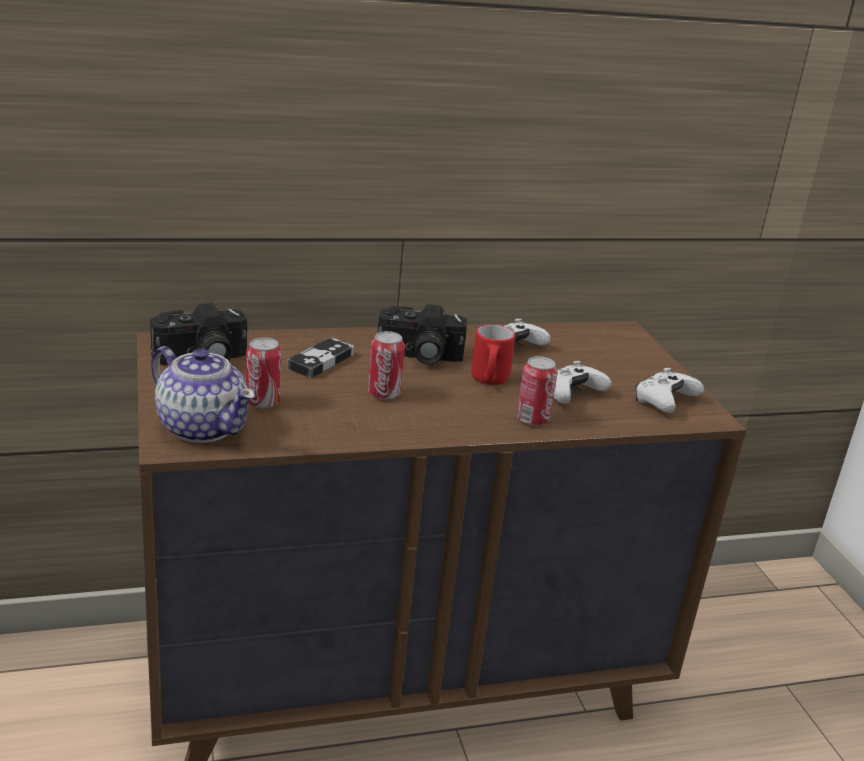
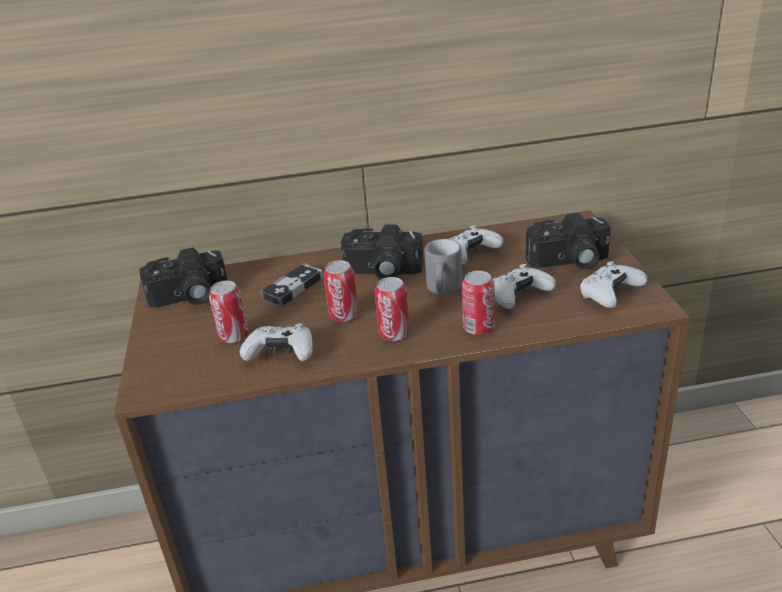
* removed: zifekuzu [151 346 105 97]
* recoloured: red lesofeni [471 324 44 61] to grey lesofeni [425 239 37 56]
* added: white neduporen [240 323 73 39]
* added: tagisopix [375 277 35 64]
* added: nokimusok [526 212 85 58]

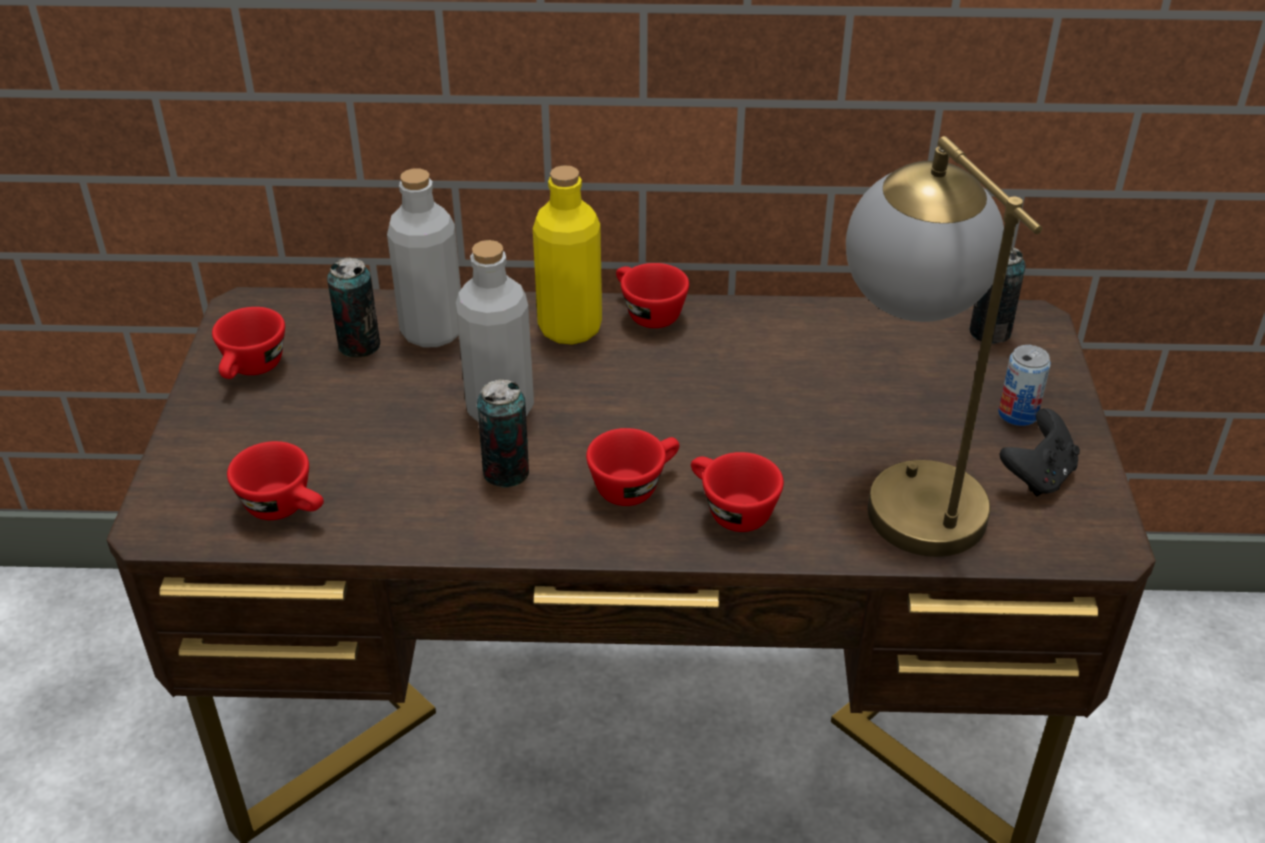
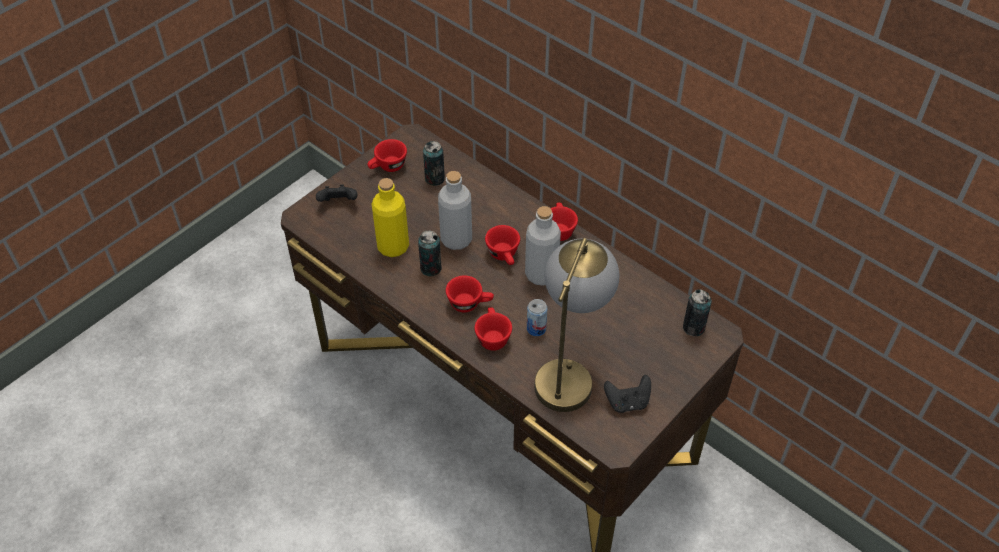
* moved: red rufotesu [227 441 97 79] to [485 225 35 40]
* moved: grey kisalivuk [387 169 74 178] to [525 206 36 80]
* moved: yellow kisalivuk [533 165 69 179] to [372 178 37 79]
* moved: tagisopix [998 345 53 81] to [527 299 20 37]
* added: black neduporen [316 184 42 18]

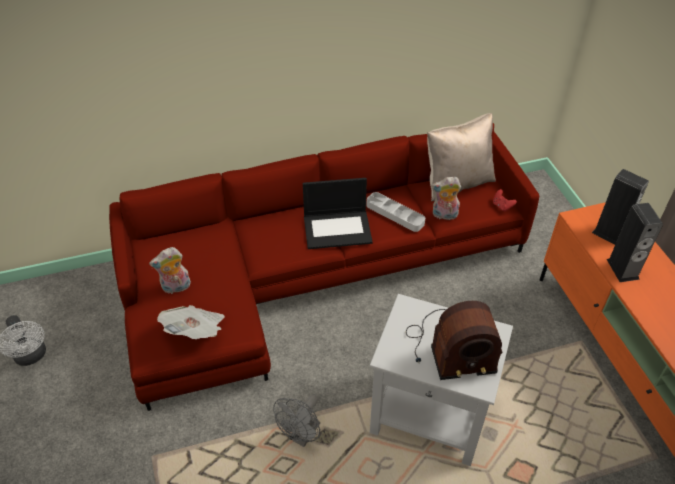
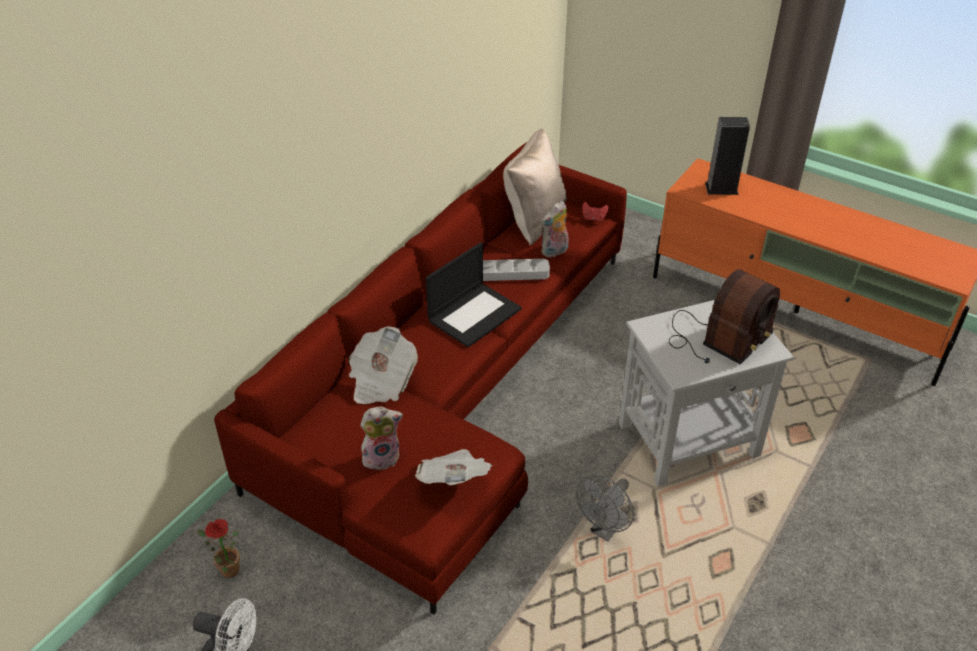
* turned: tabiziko [149 247 42 47] = [360 406 43 64] 135 degrees counterclockwise
* turned: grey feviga [273 394 47 53] = [576 475 58 66] 45 degrees clockwise
* removed: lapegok [607 203 56 79]
* added: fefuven [197 519 43 59]
* added: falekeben [349 326 69 78]

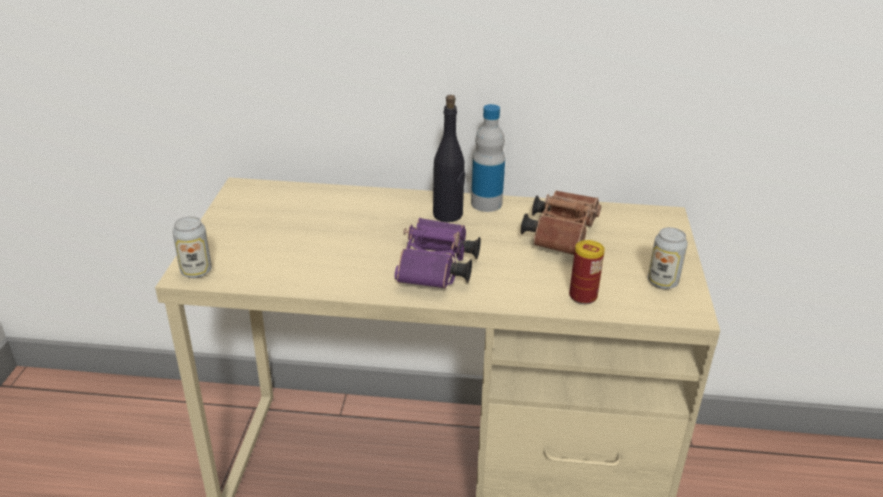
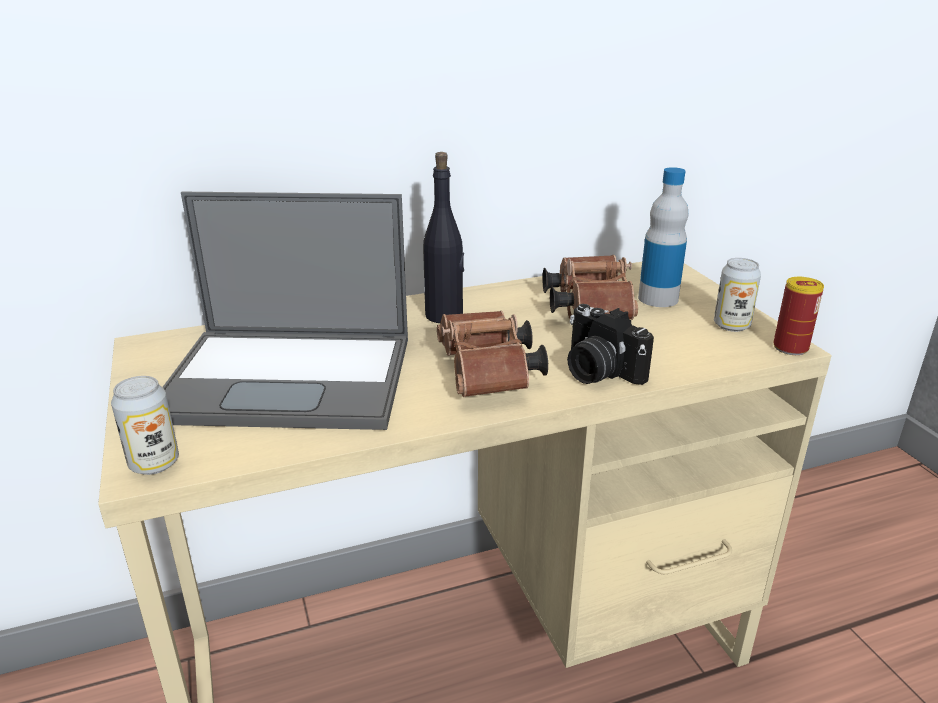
* recoloured: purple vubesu [395 218 86 71] to brown vubesu [437 311 111 86]
* moved: kisalivuk [471 104 34 108] to [638 167 51 140]
* moved: tagisopix [569 240 36 64] to [773 277 51 78]
* added: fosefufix [162 192 246 238]
* added: nokimusok [567 304 87 81]

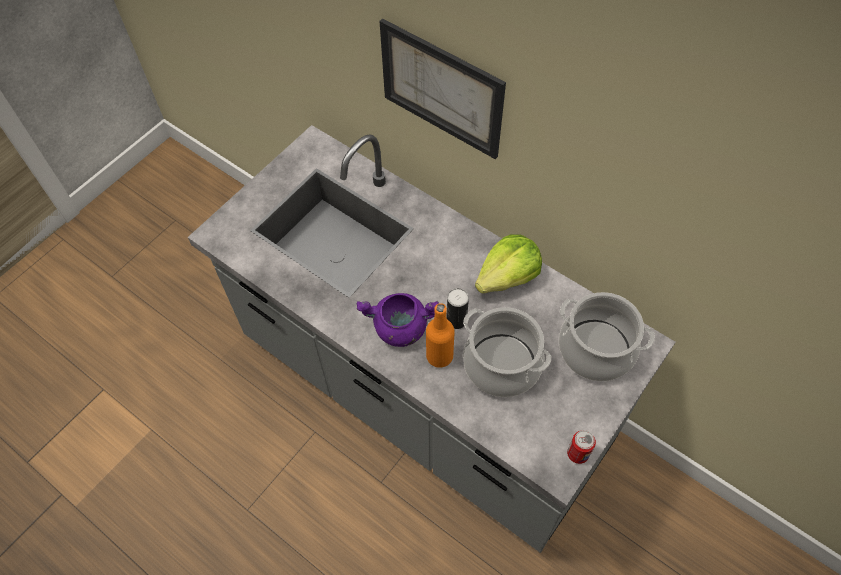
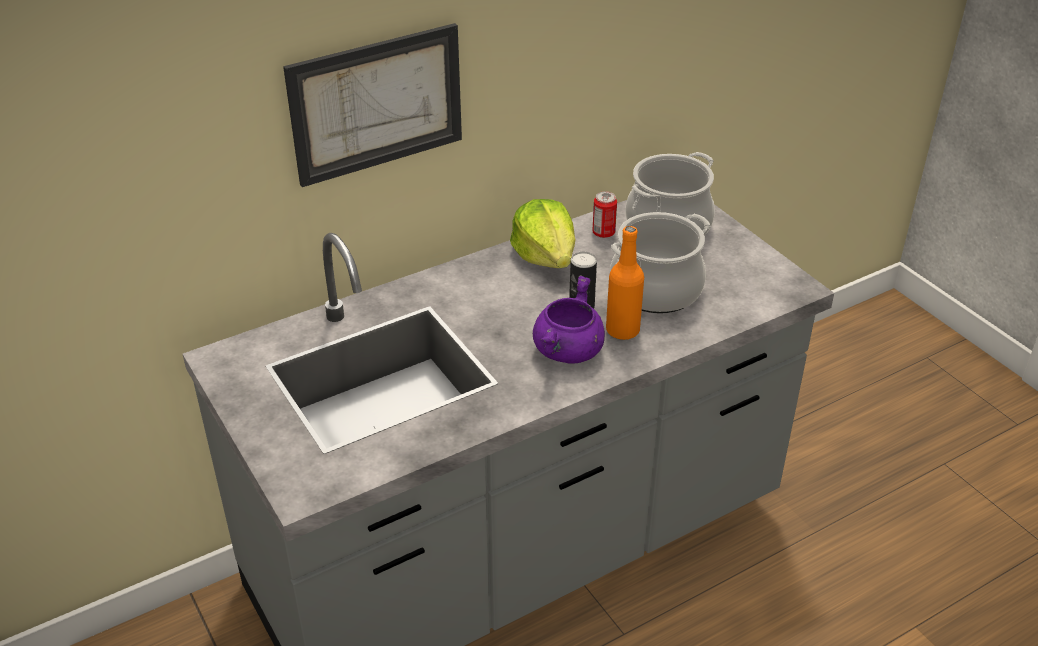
* moved: tagisopix [567 430 29 34] to [592 191 25 47]

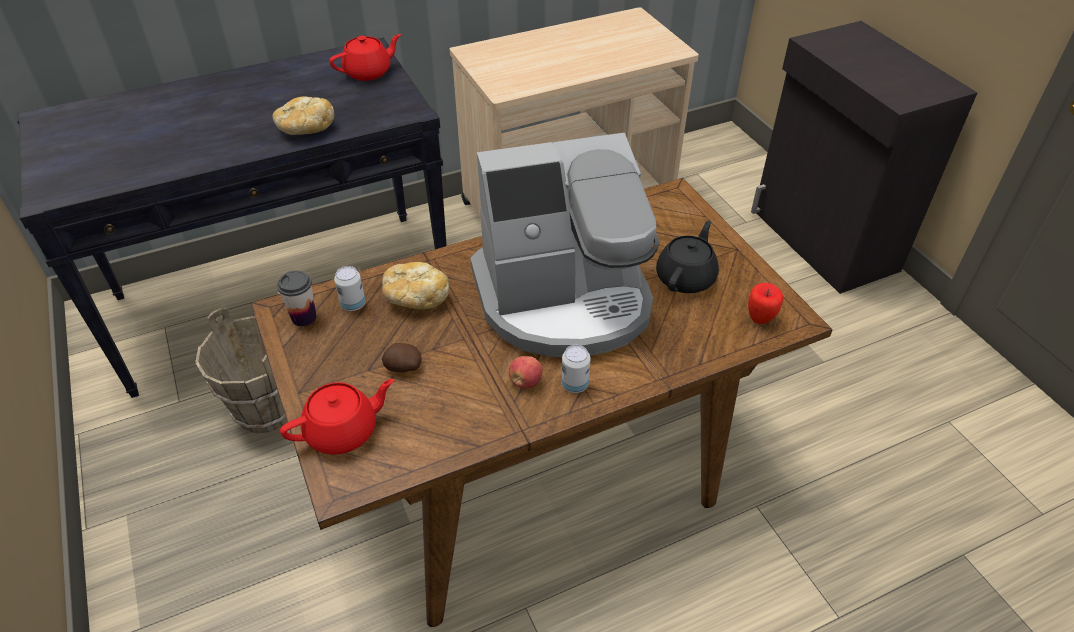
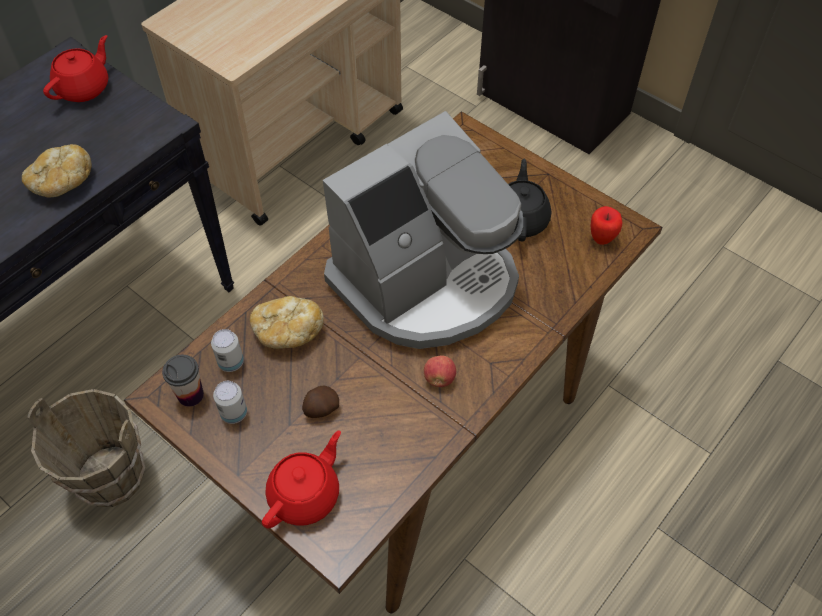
* moved: tagisopix [561 345 30 48] to [213 381 34 43]

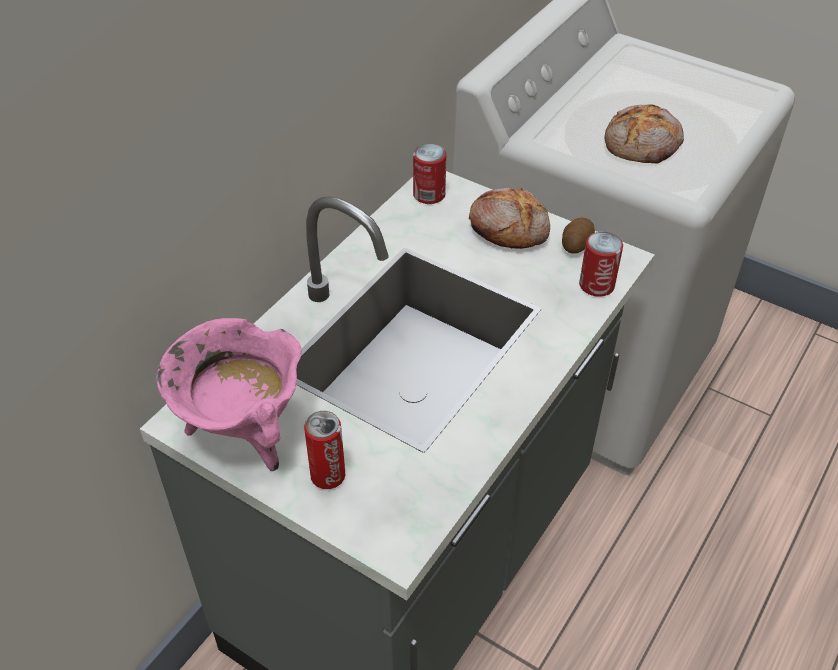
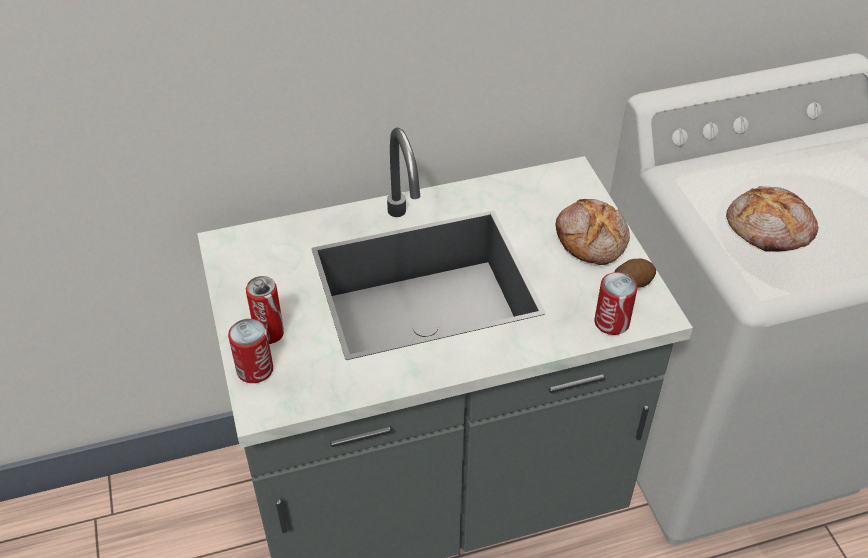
* removed: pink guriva [156 318 145 153]
* moved: tagisopix [413 144 33 60] to [228 319 45 64]

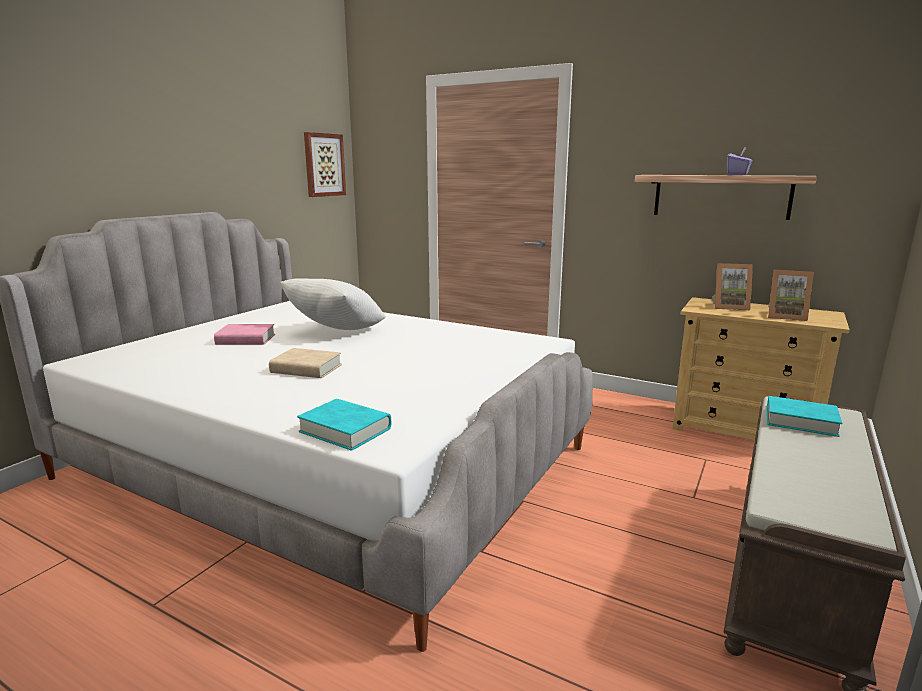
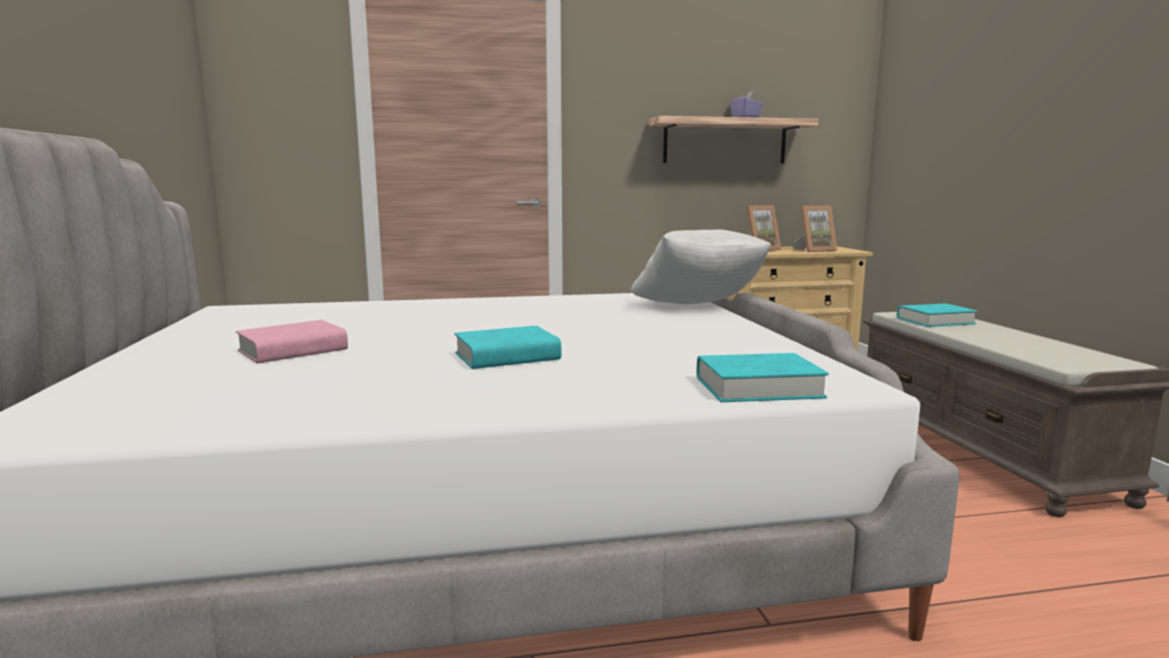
* recoloured: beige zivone [269 348 73 30] to turquoise zivone [455 326 106 43]
* moved: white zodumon [280 278 106 52] to [631 229 140 75]
* removed: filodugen [304 132 42 65]

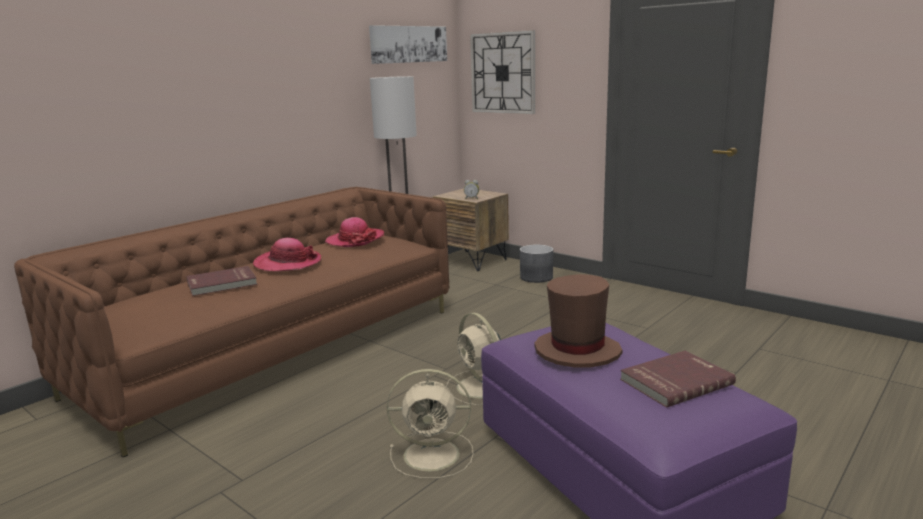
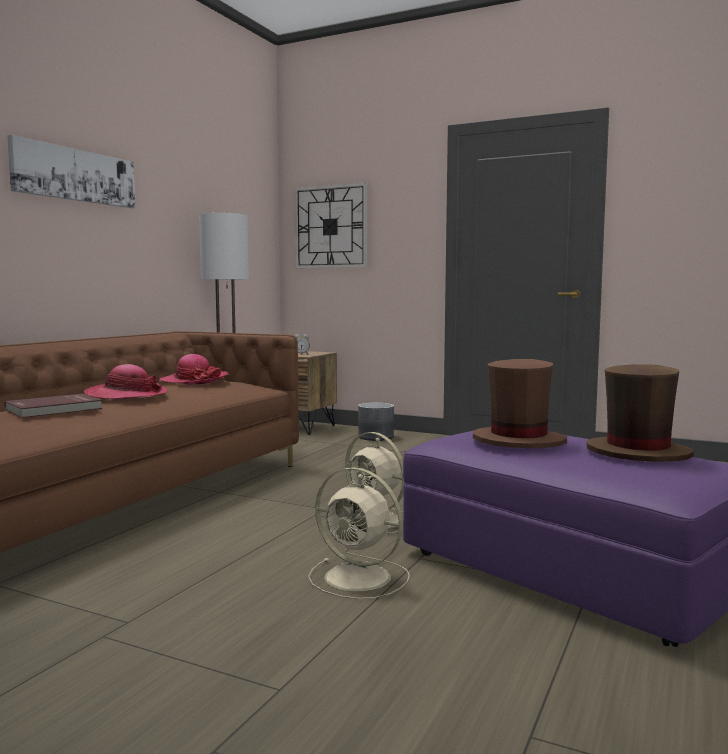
* moved: filodugen [369 25 78 39] to [7 135 128 73]
* turned: beige feviga [387 369 87 110] = [308 467 102 132] 45 degrees clockwise
* replaced: red zivone [620 351 116 57] to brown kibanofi [586 364 108 98]

